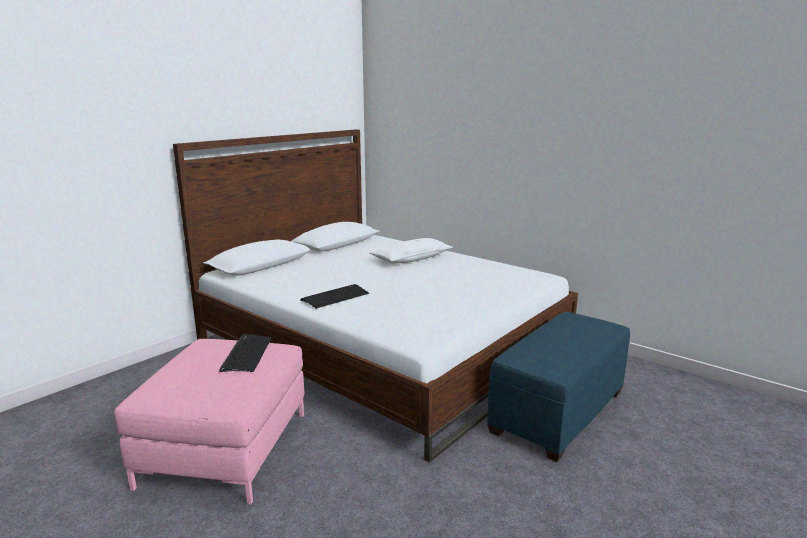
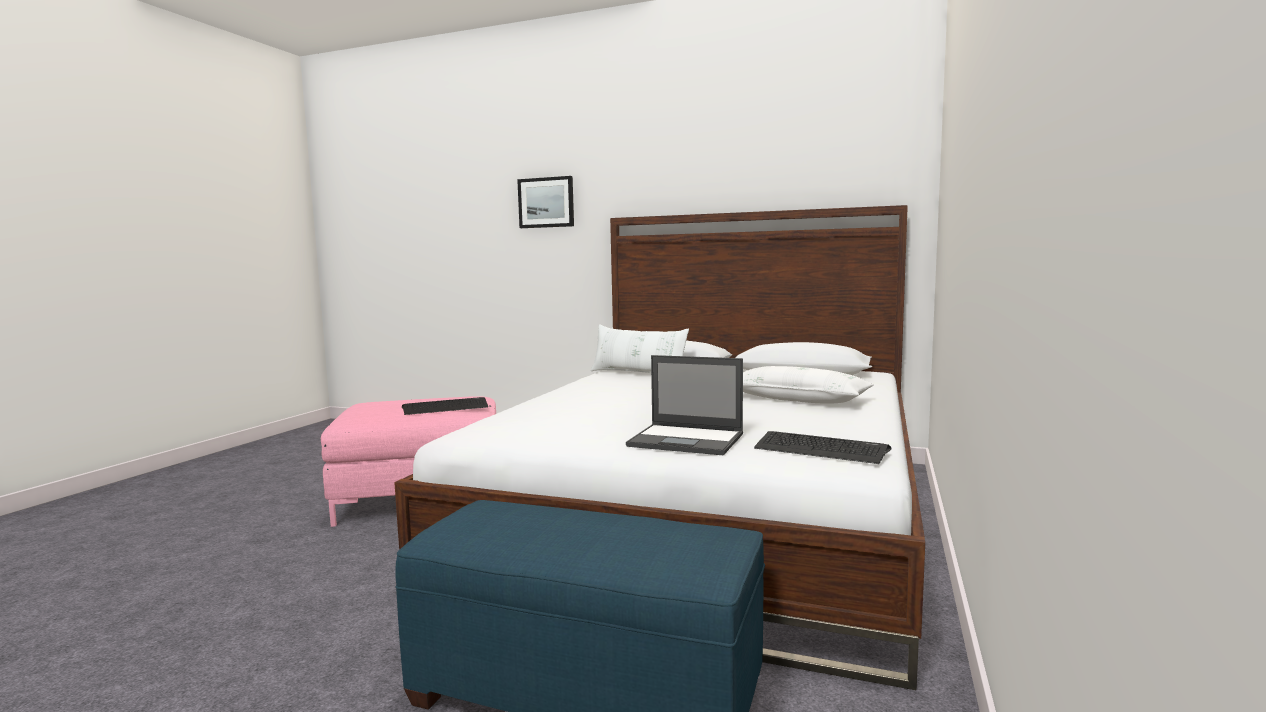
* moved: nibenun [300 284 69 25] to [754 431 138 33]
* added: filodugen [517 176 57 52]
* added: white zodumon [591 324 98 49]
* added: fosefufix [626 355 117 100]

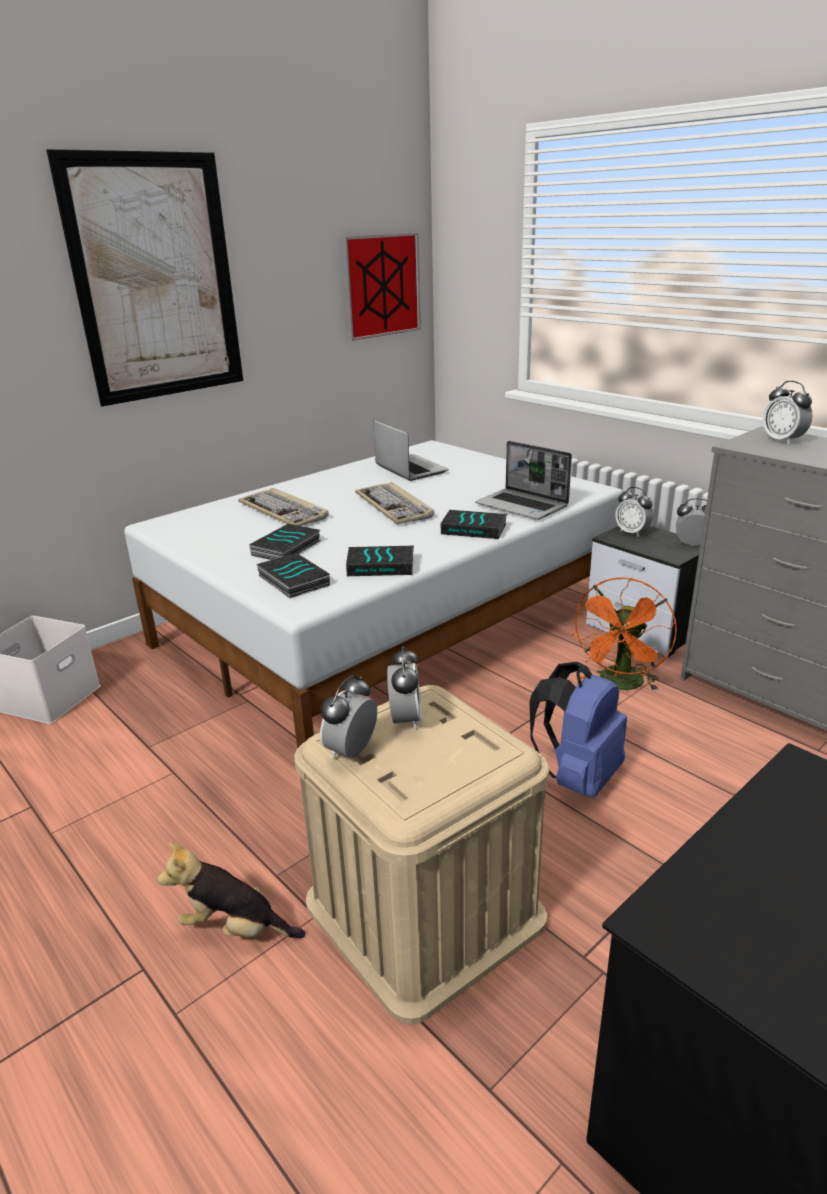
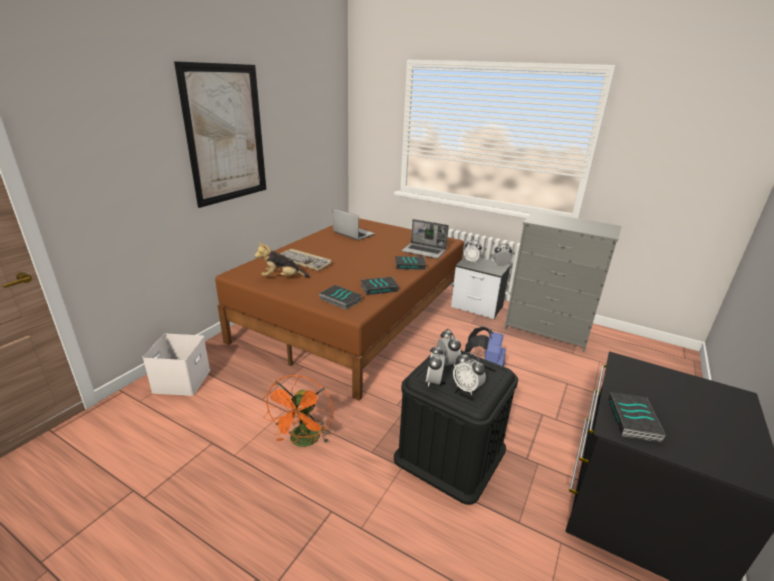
* recoloured: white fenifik [124 440 499 309] to brown fenifik [215 218 249 183]
* moved: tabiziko [157 842 148 96] to [255 242 55 35]
* moved: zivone [249 524 72 36] to [608 392 58 51]
* recoloured: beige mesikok [294 685 255 339] to black mesikok [394 350 124 155]
* removed: filodugen [342 233 79 108]
* removed: nibenun [355 482 79 42]
* moved: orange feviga [572 577 105 114] to [263 375 70 72]
* moved: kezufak [763 381 50 64] to [453 352 33 43]

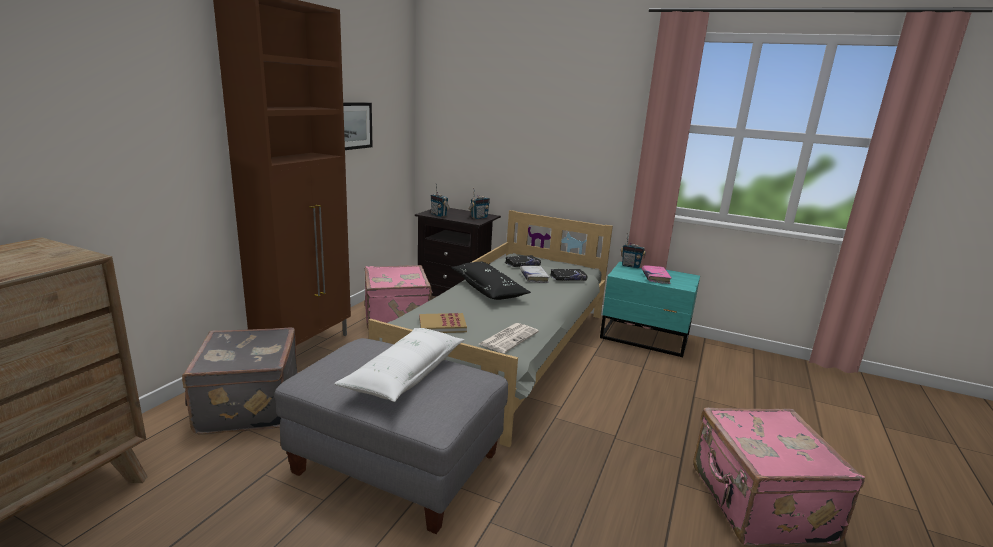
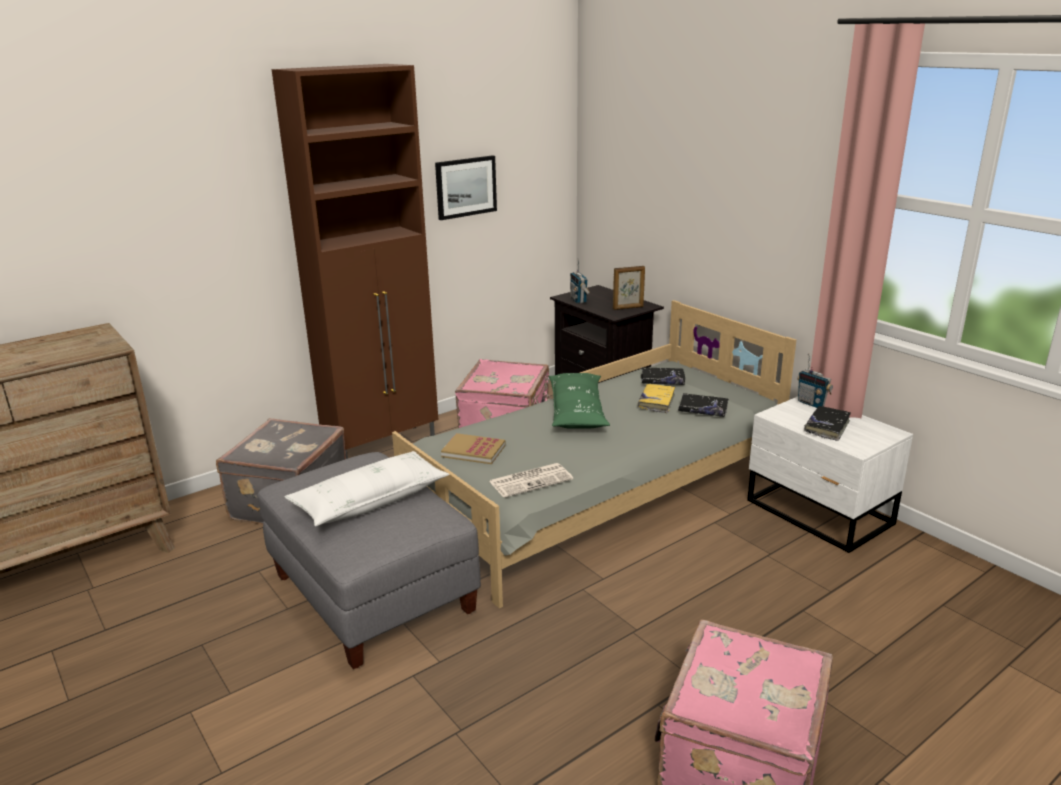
* recoloured: black zodumon [451 262 80 38] to green zodumon [548 373 62 56]
* replaced: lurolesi [469 188 21 31] to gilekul [613 266 32 44]
* recoloured: white zivone [520 266 30 17] to yellow zivone [638 384 37 29]
* recoloured: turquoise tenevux [600 262 100 95] to white tenevux [747 396 166 157]
* recoloured: pink zivone [642 265 30 19] to black zivone [804 406 47 35]

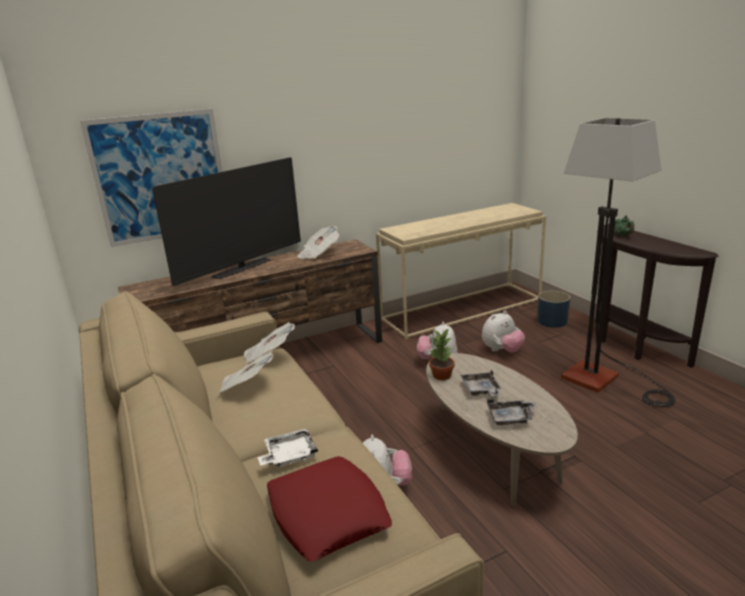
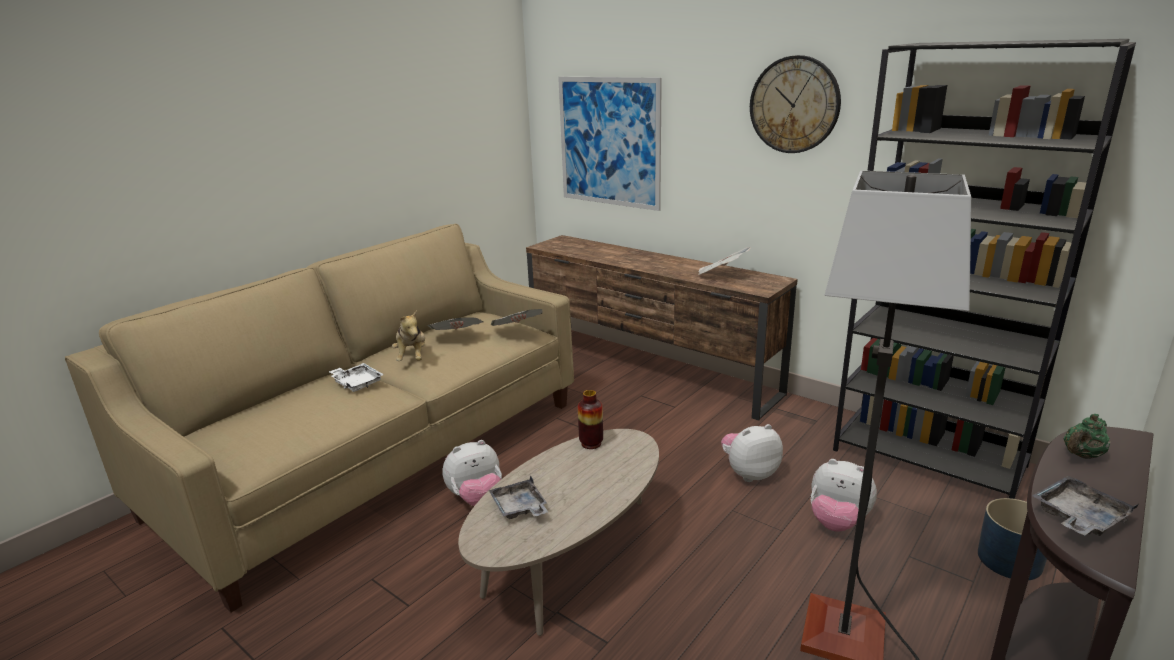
* removed: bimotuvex [152 157 149 129]
* removed: red zodumon [267 456 125 105]
* replaced: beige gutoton [376 203 170 136] to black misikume [833 39 303 460]
* replaced: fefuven [429 328 26 52] to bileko [578 390 25 59]
* moved: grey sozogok [460 370 42 26] to [1032 475 106 61]
* added: tabiziko [392 310 33 51]
* added: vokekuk [750 55 91 98]

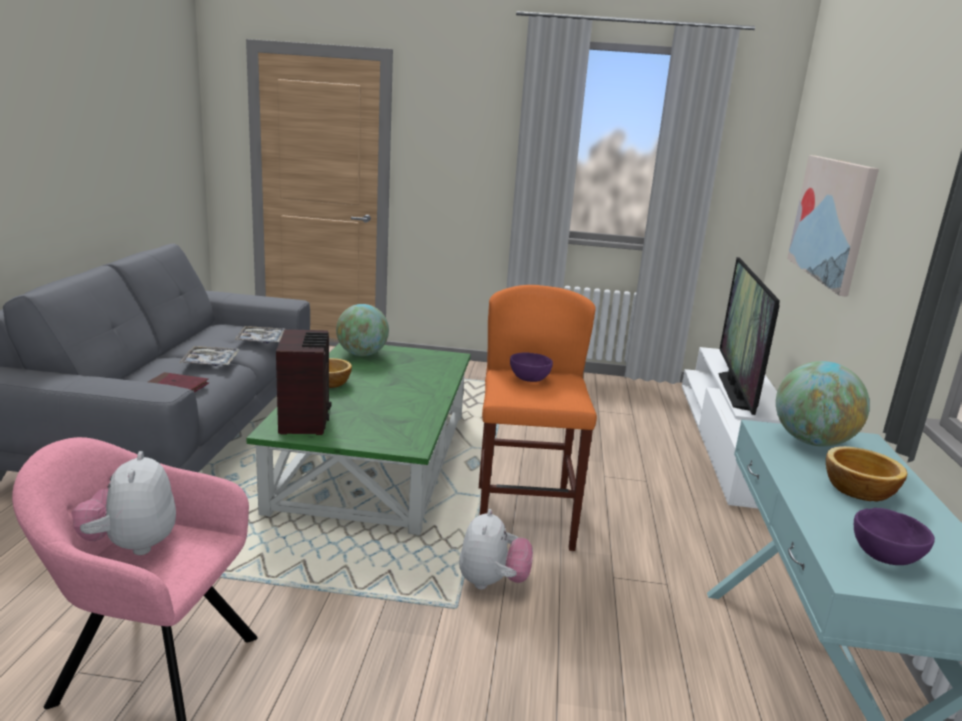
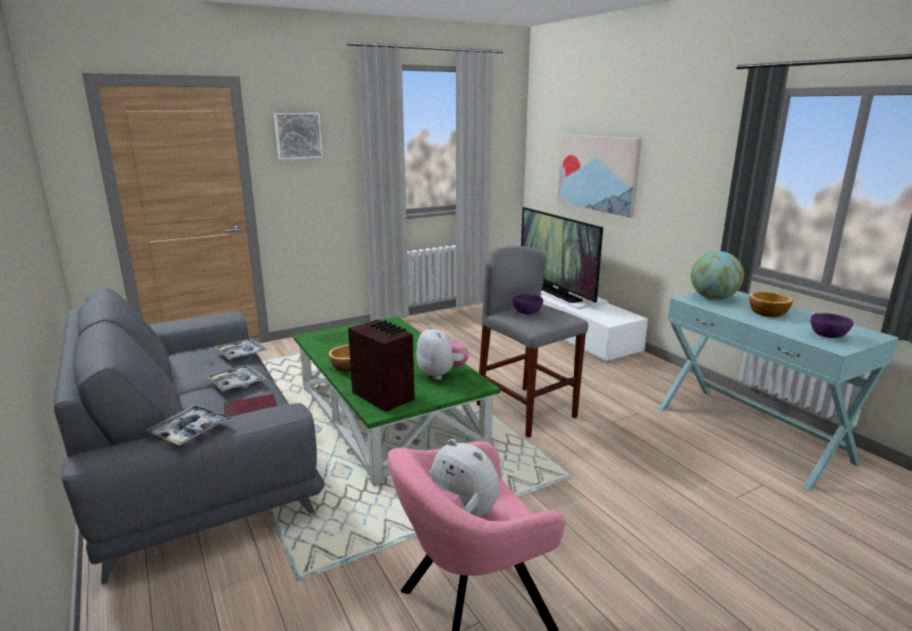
* removed: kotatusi [336 304 53 52]
* moved: tabiziko [459 509 74 81] to [416 325 52 55]
* recoloured: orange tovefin [479 285 118 266] to grey tovefin [477 246 111 192]
* added: sozogok [145 405 87 40]
* added: filodugen [274 113 49 47]

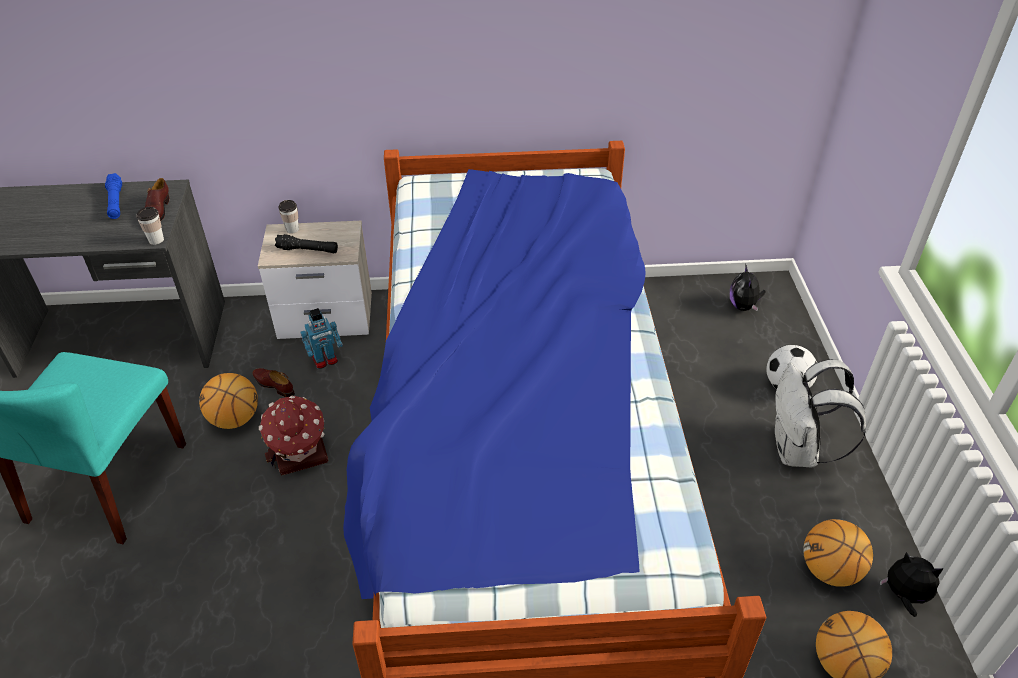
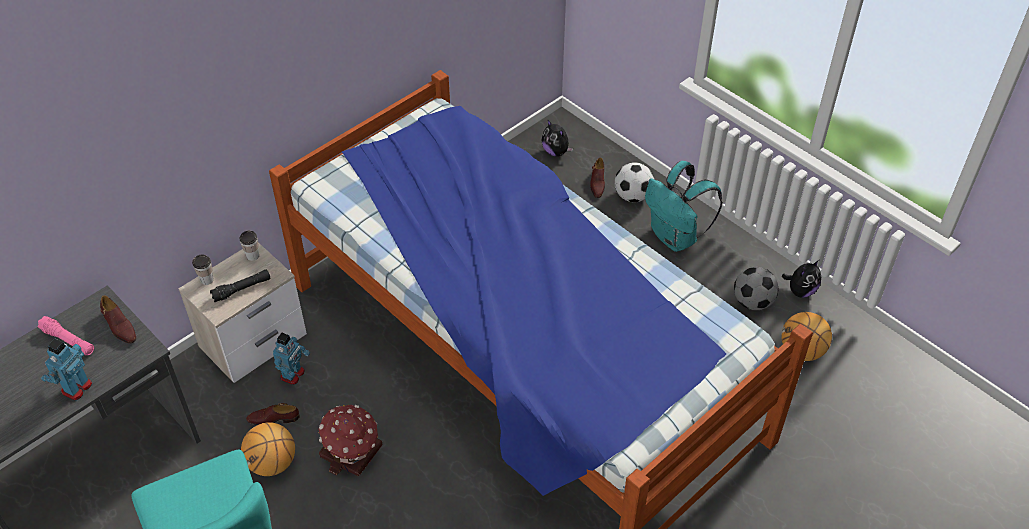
* recoloured: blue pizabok [105 173 17 46] to pink pizabok [37 316 57 40]
* moved: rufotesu [136 207 28 38] to [240 230 19 31]
* recoloured: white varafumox [775 359 91 108] to turquoise varafumox [645 161 77 91]
* replaced: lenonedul [803 519 70 68] to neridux [734 267 44 43]
* turned: tabiziko [880 552 64 65] = [782 260 39 38] 150 degrees clockwise
* added: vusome [41 339 51 62]
* added: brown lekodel [590 158 15 40]

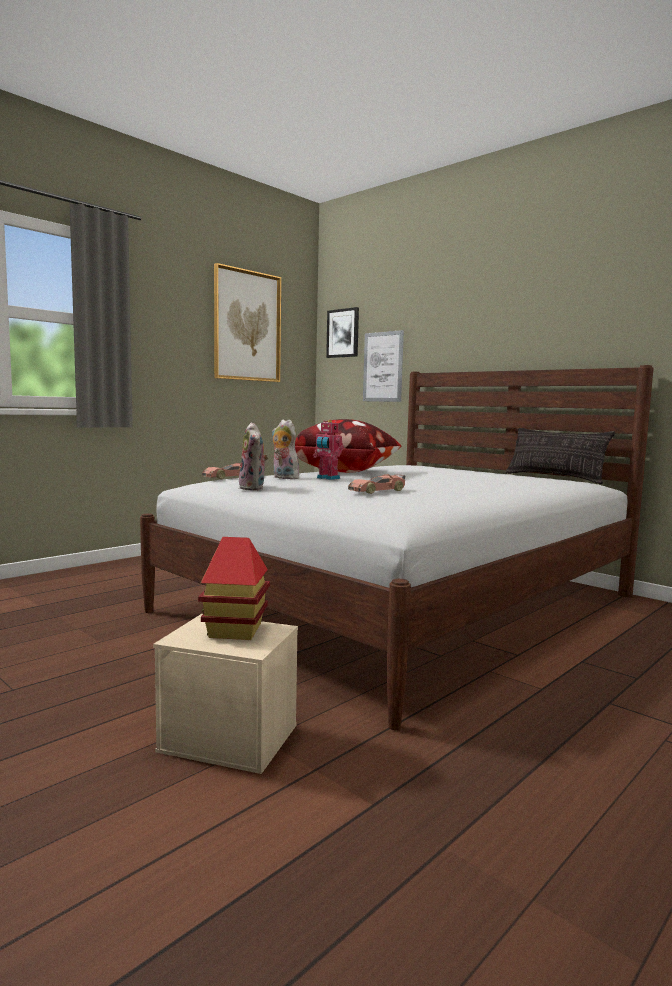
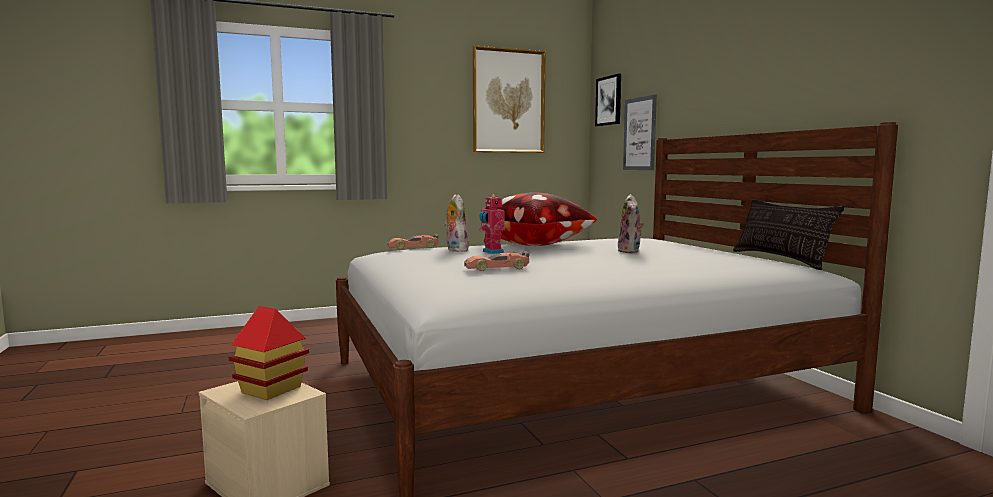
* moved: tabiziko [239 423 29 67] to [618 194 27 59]

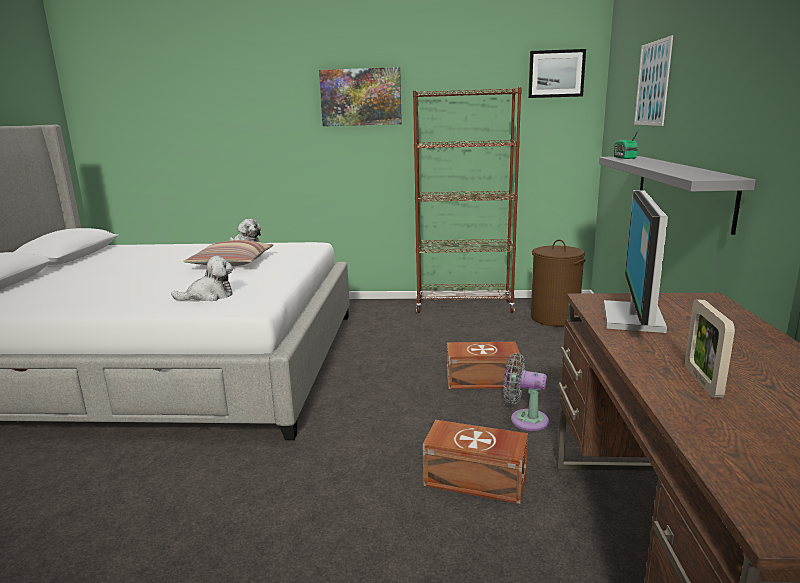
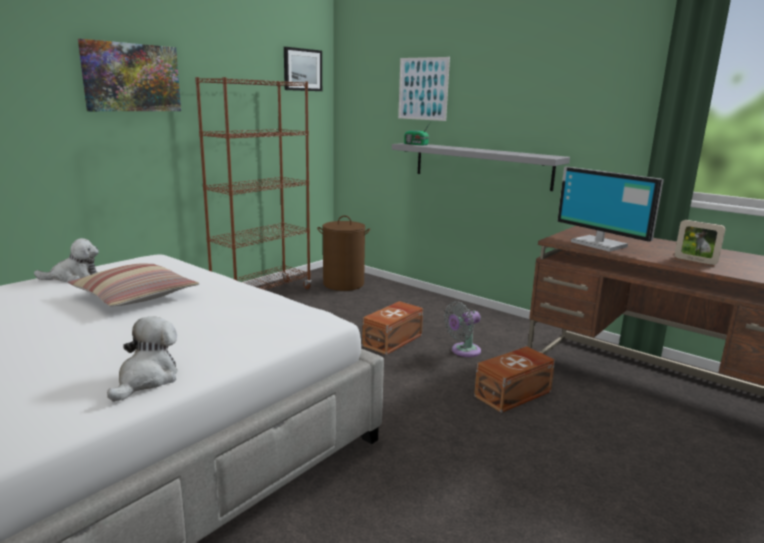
* moved: tabiziko [171 256 62 45] to [107 317 71 85]

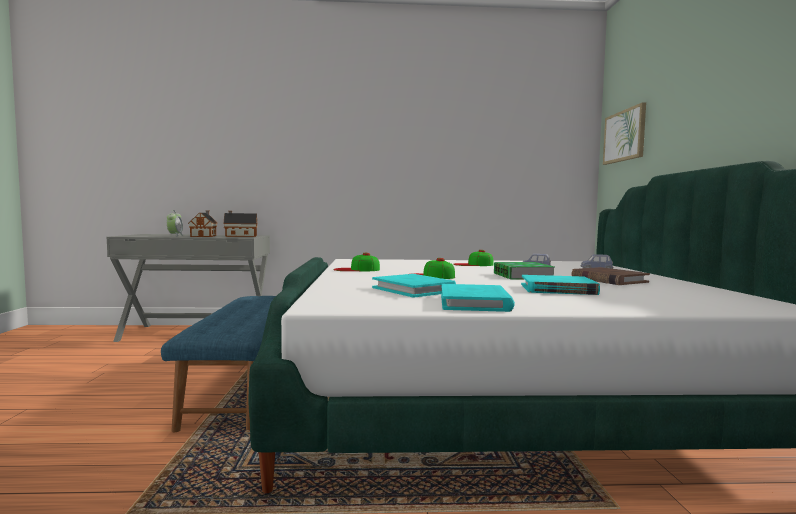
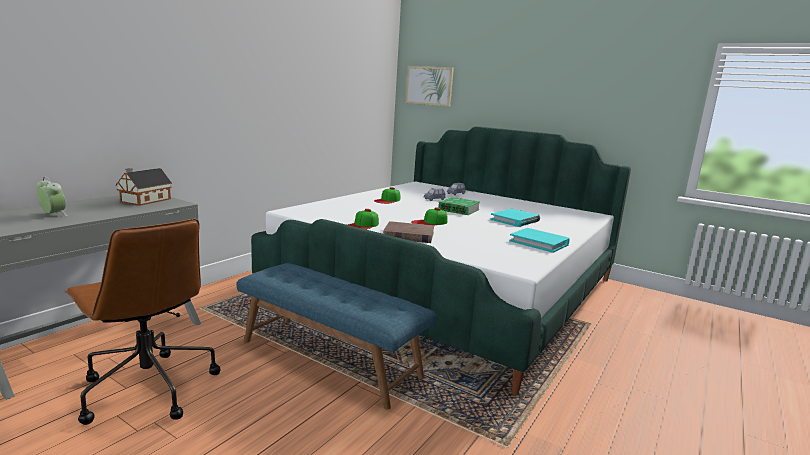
* removed: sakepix [188 210 29 27]
* removed: turquoise zivone [372 274 84 24]
* moved: brown zivone [571 267 79 18] to [383 221 51 22]
* added: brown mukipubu [65 219 155 206]

